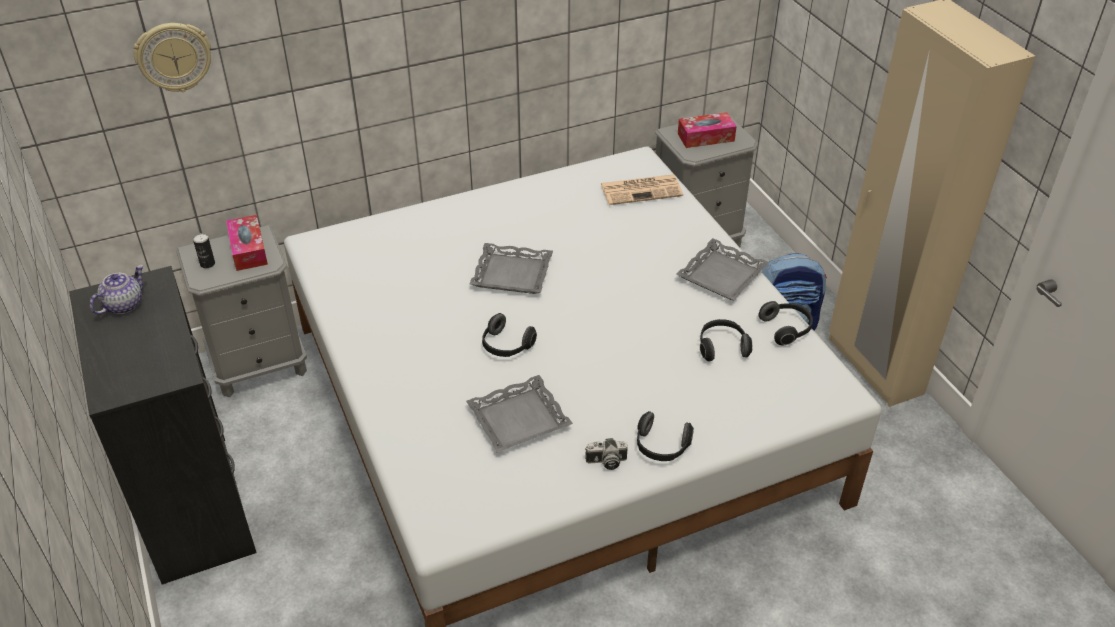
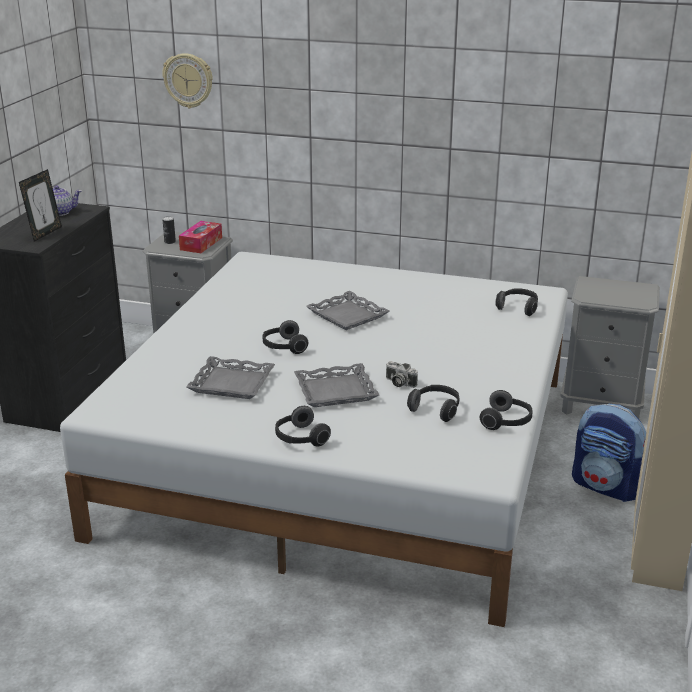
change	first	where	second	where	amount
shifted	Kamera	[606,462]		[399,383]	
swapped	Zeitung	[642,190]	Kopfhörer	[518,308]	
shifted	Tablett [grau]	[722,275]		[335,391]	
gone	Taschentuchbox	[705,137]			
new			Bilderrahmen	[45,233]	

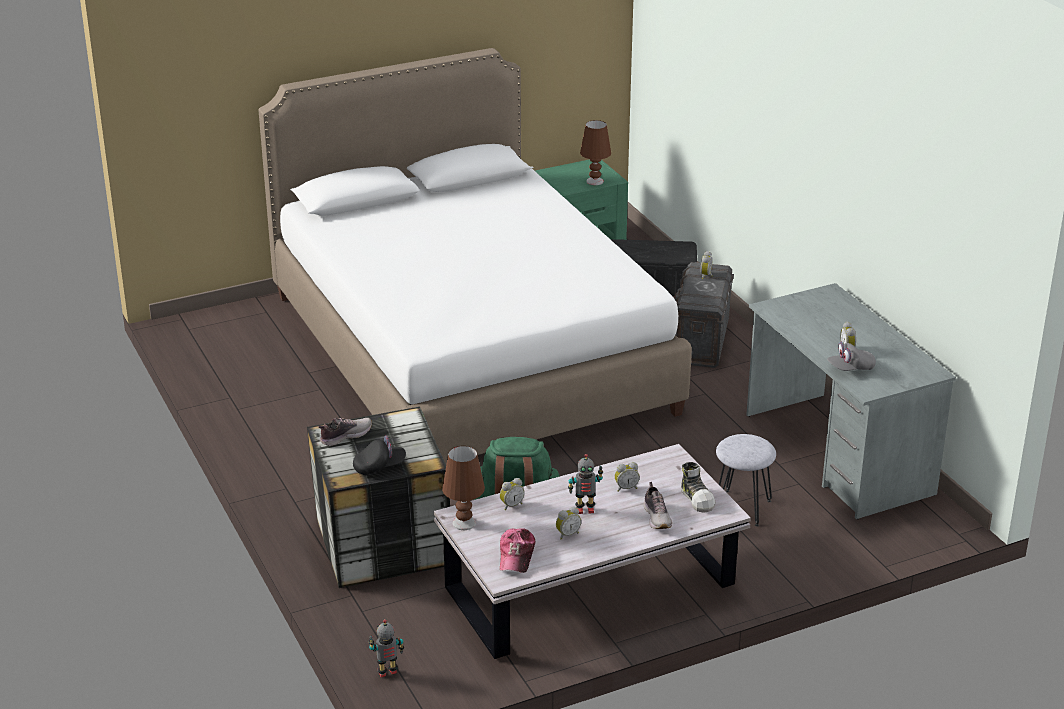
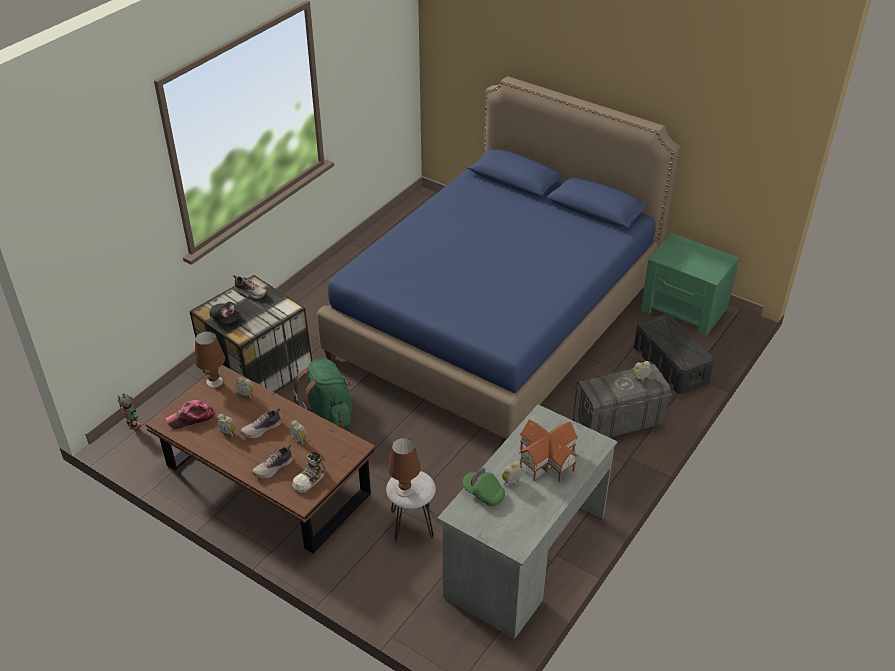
change	first	where	second	where	amount
repainted	Bett [weiß]	[469,353]	Bett [blau]	[497,318]	
repainted	Couchtisch [weiß]	[591,588]	Couchtisch [braun]	[267,481]	
swapped	Spielzeugroboter	[585,509]	Schuh	[262,429]	
shifted	Tischlampe [braun]	[595,181]		[405,490]	
repainted	Kappe [grau]	[850,368]	Kappe [grün]	[483,493]	
new			Spielzeughaus	[547,461]	

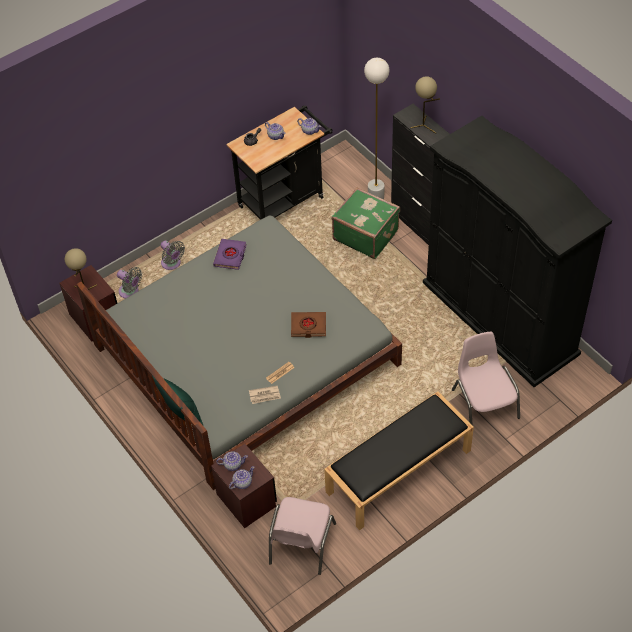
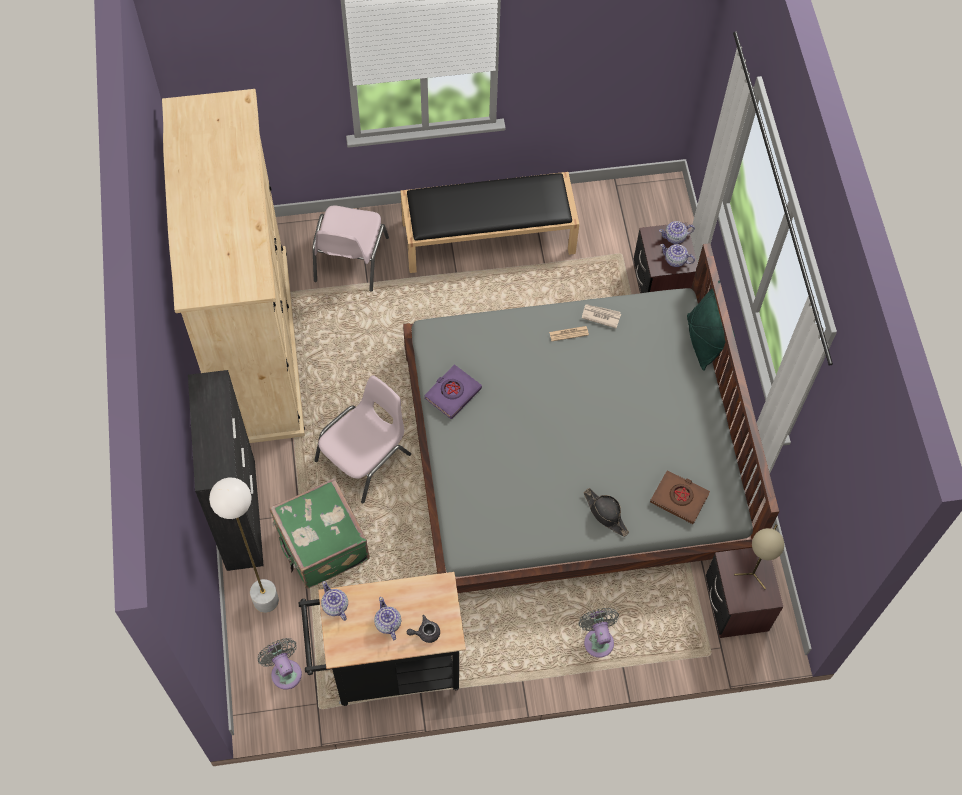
change	first	where	second	where	amount
shifted	Ventilator [grau]	[130,292]		[285,671]	
shifted	Buch [lila]	[230,256]		[452,393]	
shifted	Stuhl [rosa]	[301,544]		[365,457]	
shifted	Buch [braun]	[308,326]		[679,498]	
gone	Tischlampe [beige]	[425,126]			
repainted	Kleiderschrank [schwarz]	[500,318]	Kleiderschrank [beige]	[254,345]	
new			Hut [schwarz]	[606,514]	

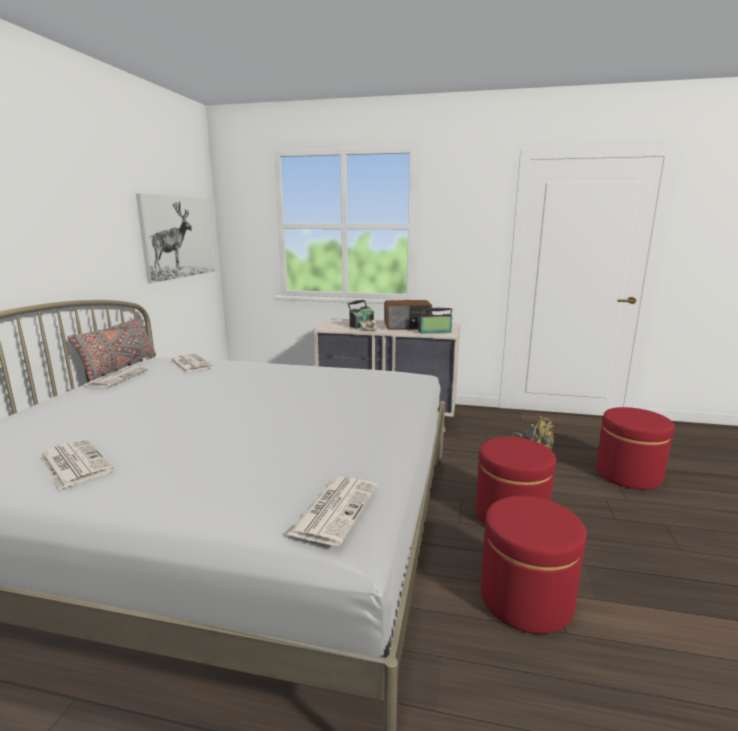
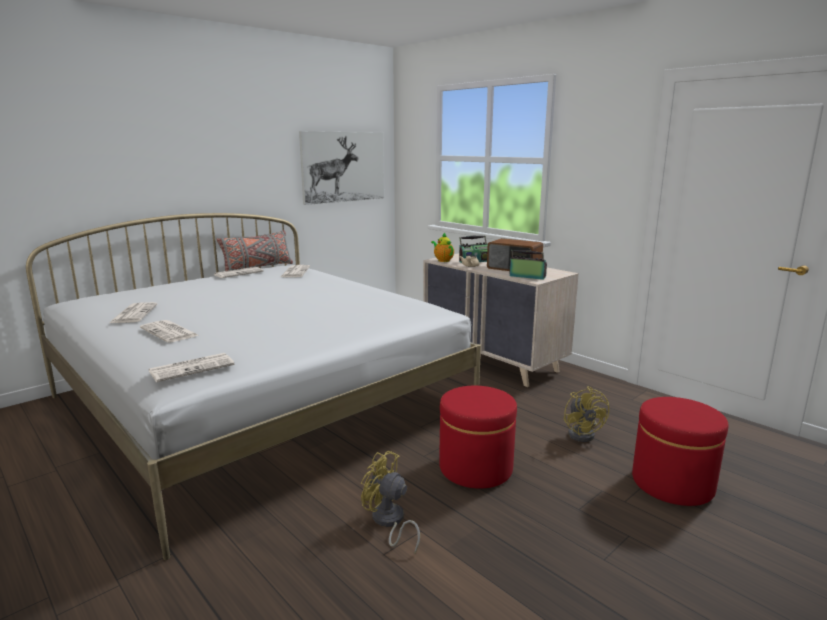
change	first	where	second	where	amount
swapped	Polsterhocker [rot]	[525,599]	Ventilator [gelb]	[389,522]	
new			Zeitung	[170,332]	
new			Teekanne	[443,260]	

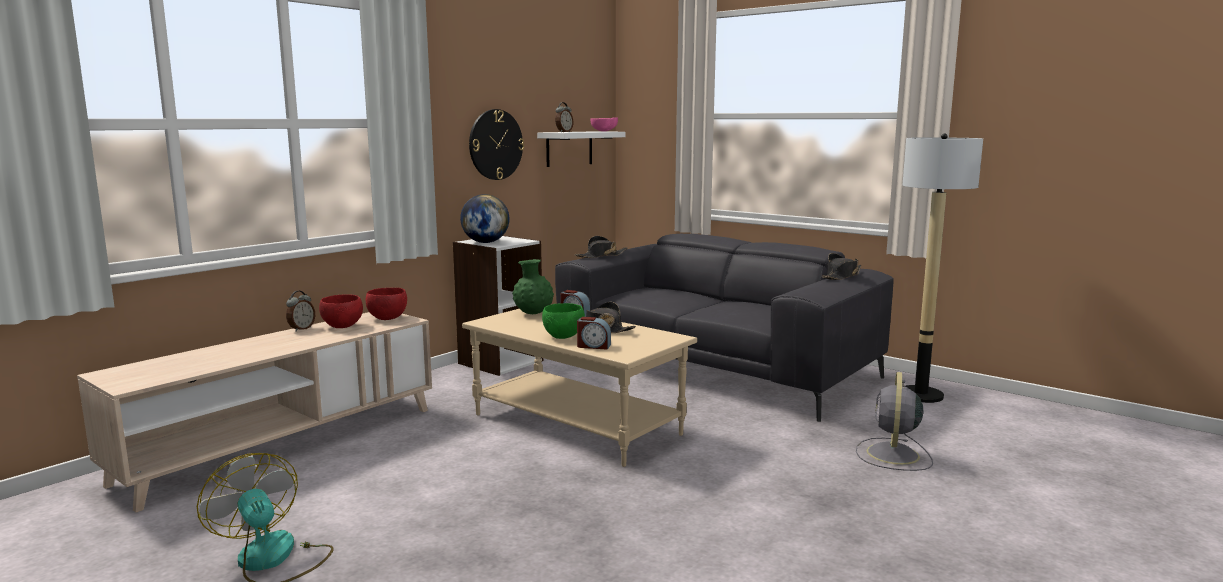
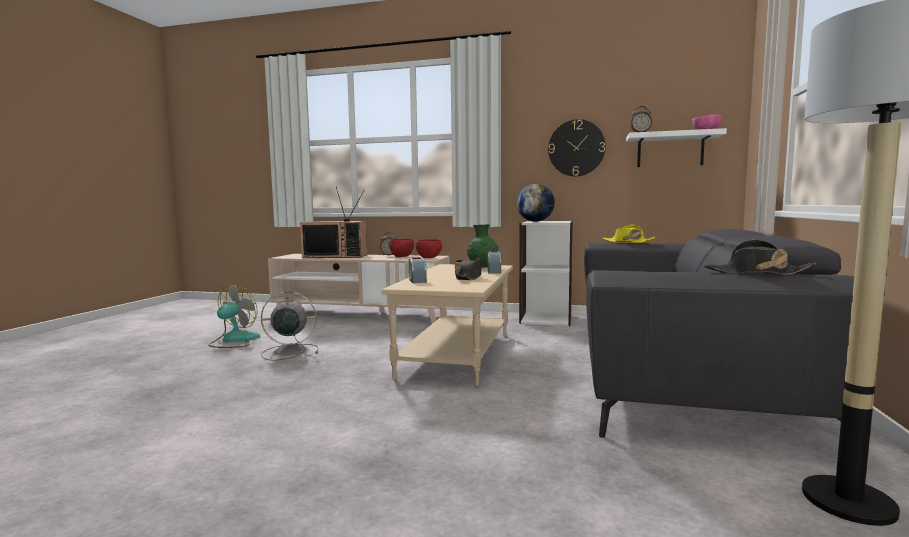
change	first	where	second	where	amount
gone	Schüssel [grün]	[564,337]			
repainted	Hut [schwarz]	[601,256]	Hut [gelb]	[628,242]	
shifted	Ventilator [grau]	[893,455]		[288,352]	
new			Fernseher	[336,256]	

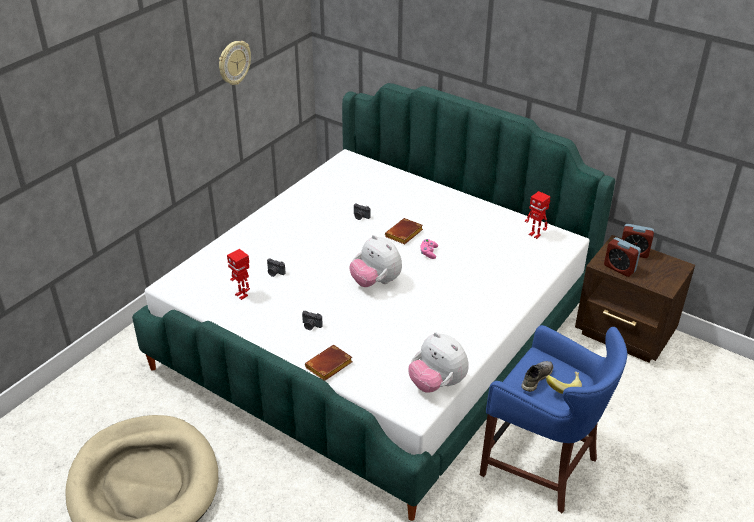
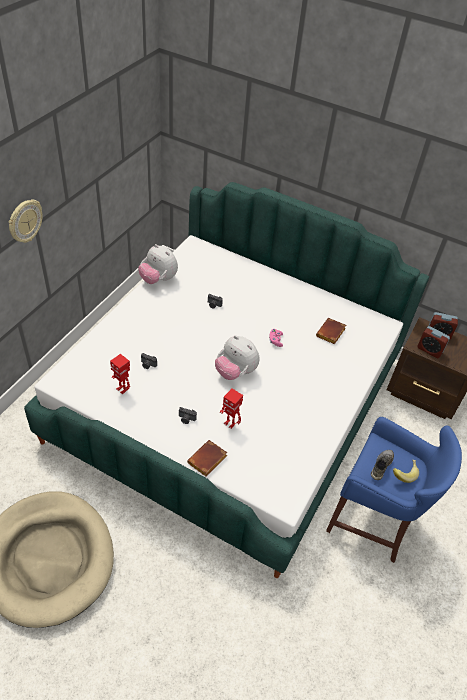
change	first	where	second	where	amount
shifted	Wanduhr	[234,63]		[25,221]	
shifted	Buch [braun]	[404,235]		[331,334]	
shifted	Plüschtier	[437,384]		[158,279]	
shifted	Spielzeugroboter	[535,235]		[230,423]	

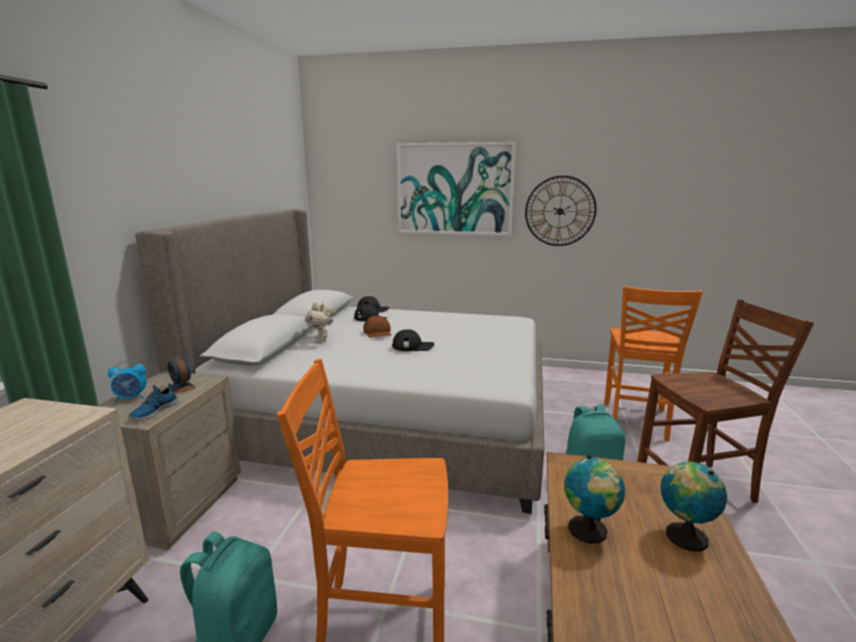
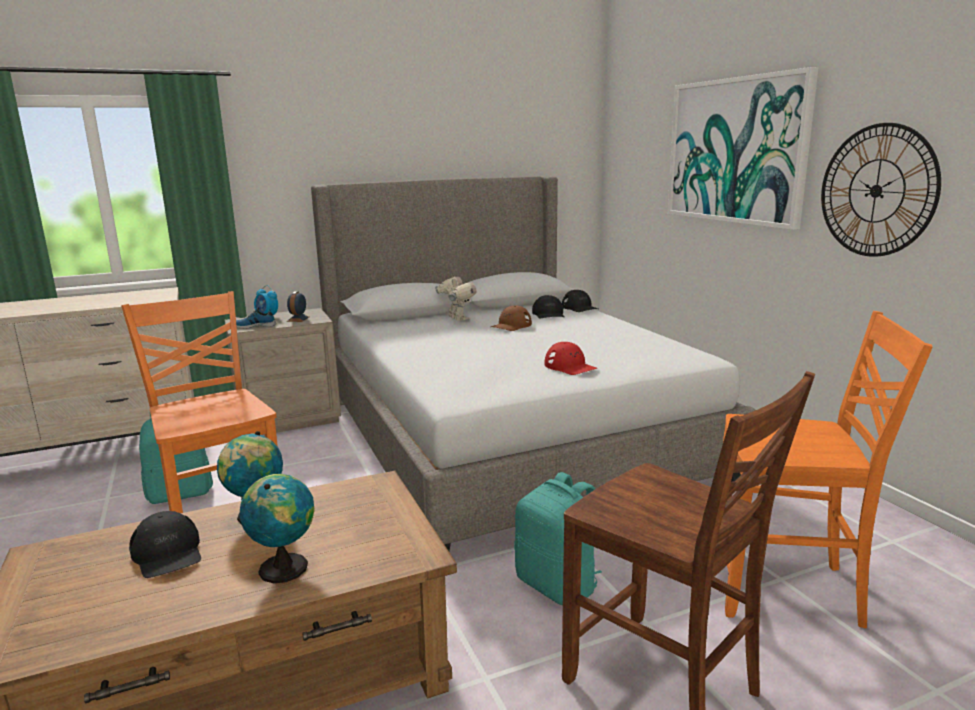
change	first	where	second	where	amount
rotated	Spielzeugroboter	[322,340]		[457,319]	105 degrees clockwise
shifted	Kappe [schwarz]	[413,346]		[168,553]	
rotated	Stuhl [orange]	[635,421]		[787,590]	150 degrees counterclockwise
new			Kappe [rot]	[570,366]	

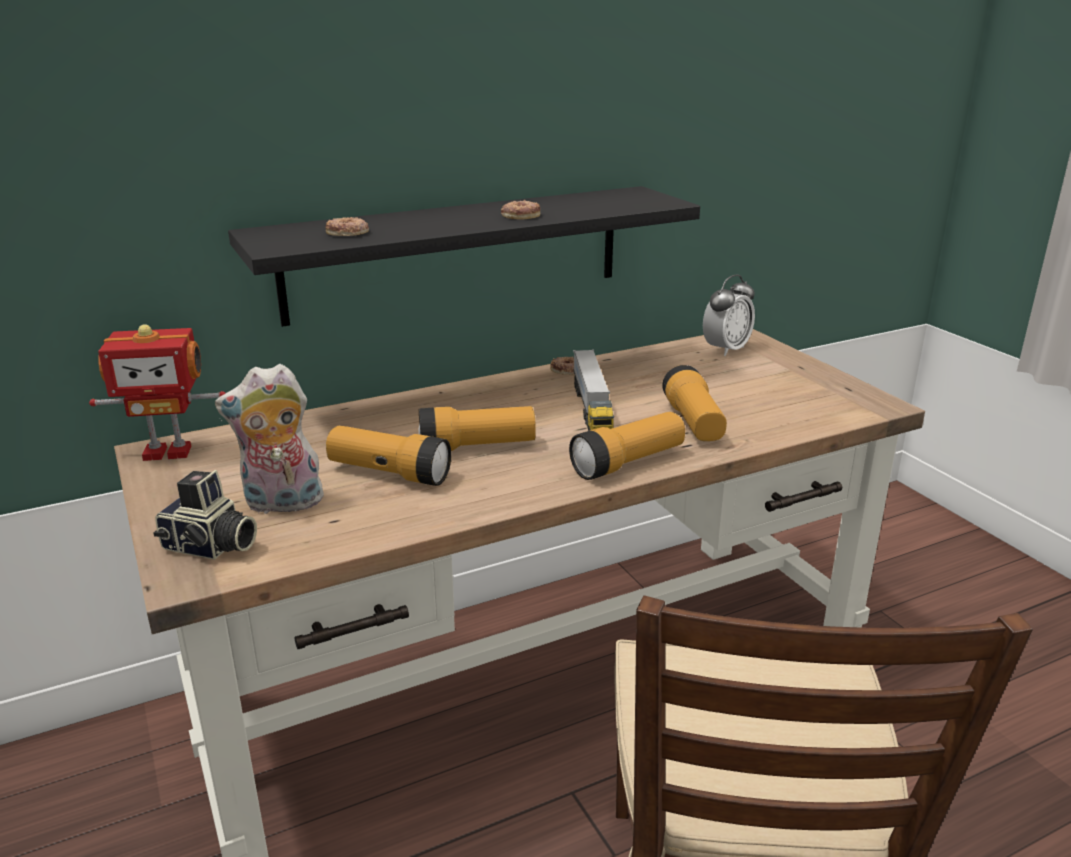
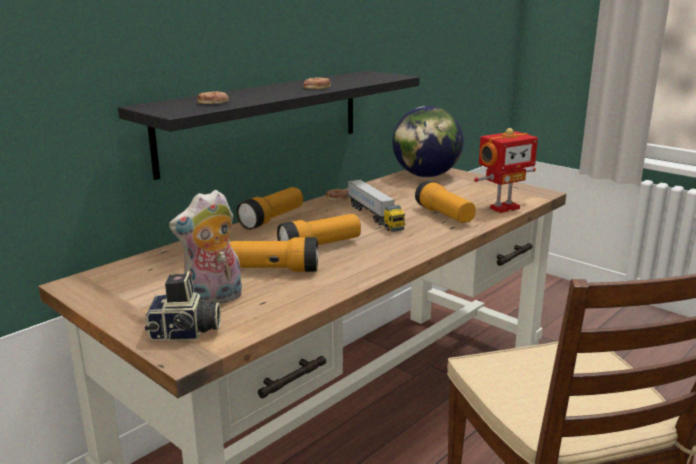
change	first	where	second	where	amount
shifted	Spielzeugroboter	[168,451]		[503,208]	
shifted	Taschenlampe	[628,463]		[272,219]	
swapped	Wecker	[726,349]	Globus	[426,175]	

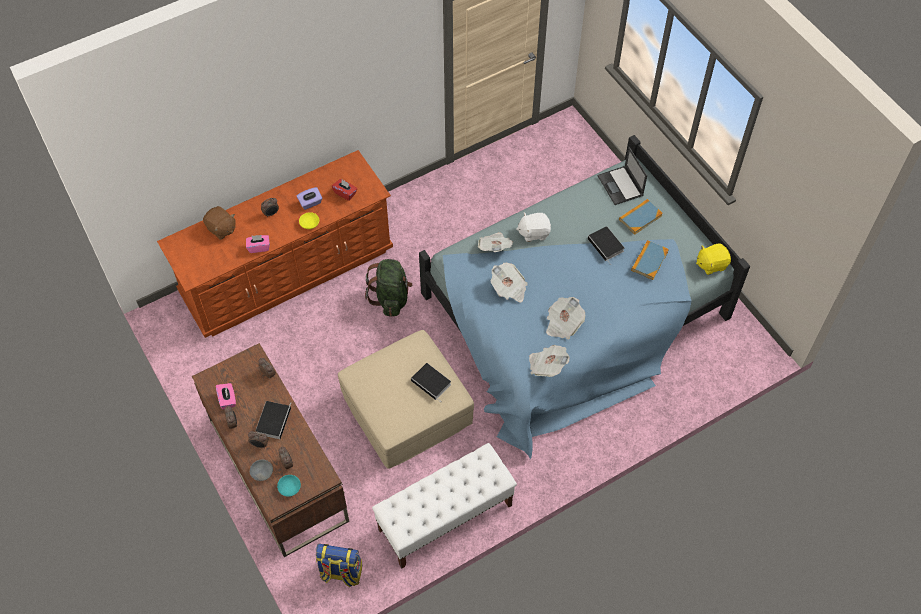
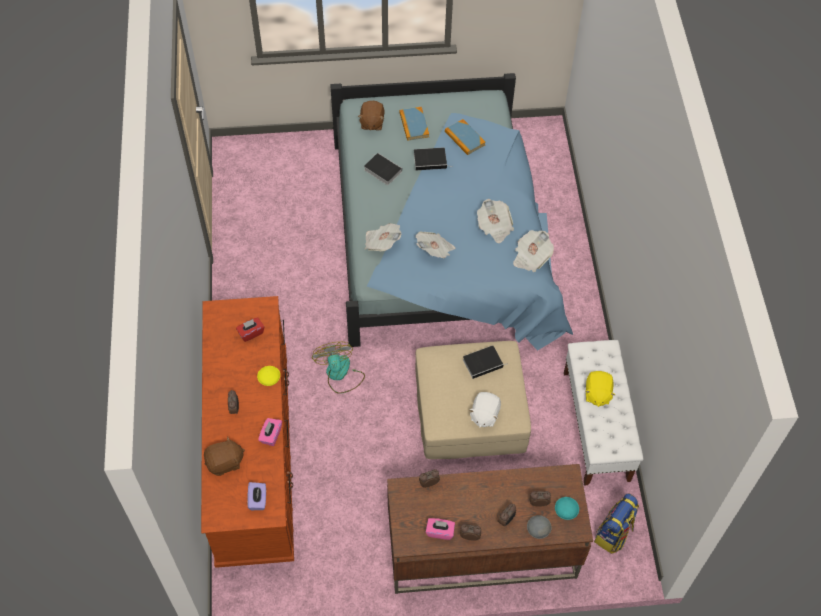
change	first	where	second	where	amount
shifted	Buch	[273,420]		[381,170]	
shifted	Taschentuchbox [lila]	[310,203]		[258,500]	
swapped	Rucksack [grün]	[391,298]	Ventilator	[340,374]	
shifted	Plüschtier [weiß]	[534,232]		[484,415]	
swapped	Laptop	[620,186]	Plüschtier [braun]	[371,123]	
shifted	Plüschtier [gelb]	[711,264]		[597,394]	

